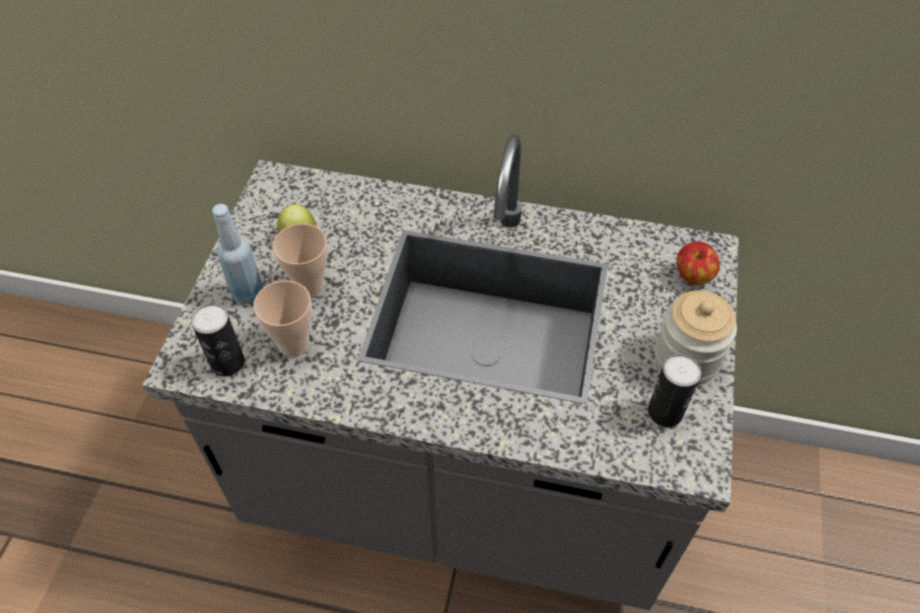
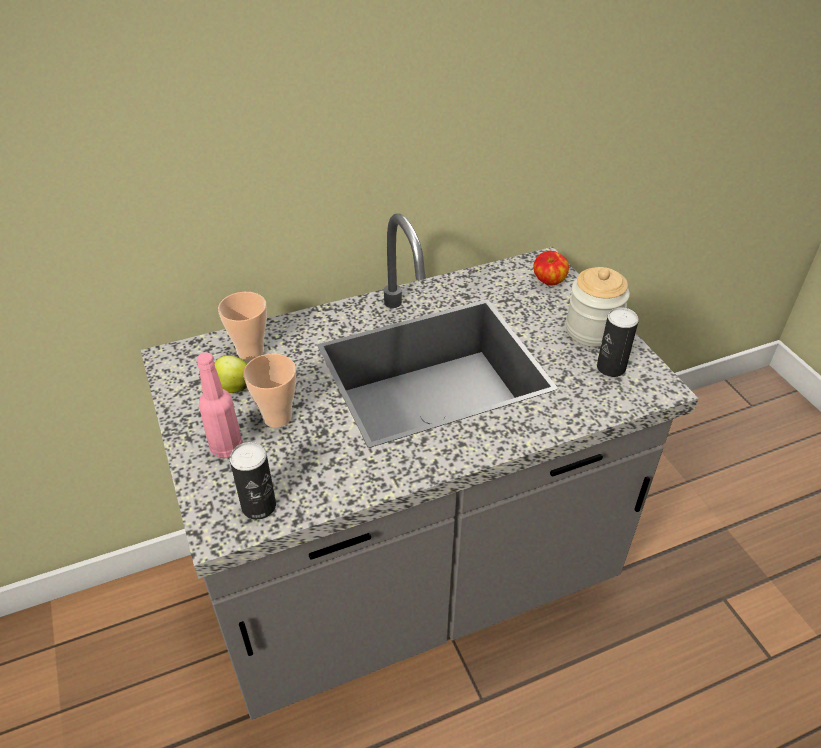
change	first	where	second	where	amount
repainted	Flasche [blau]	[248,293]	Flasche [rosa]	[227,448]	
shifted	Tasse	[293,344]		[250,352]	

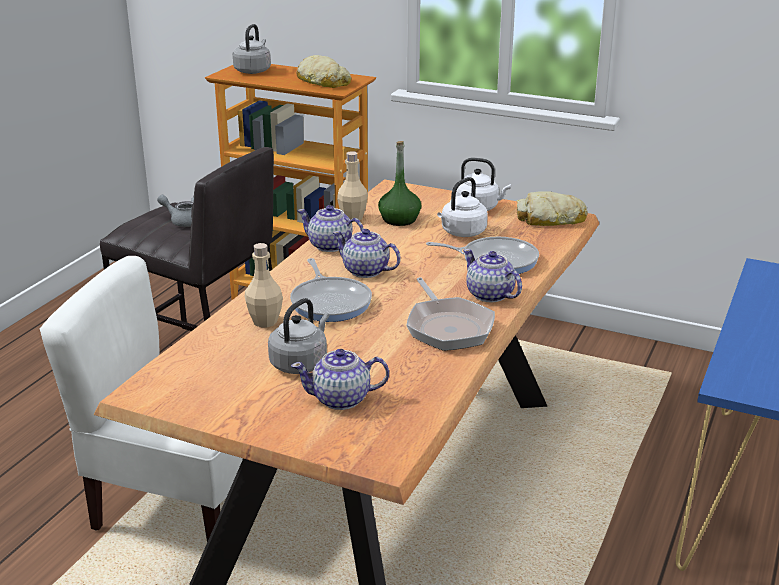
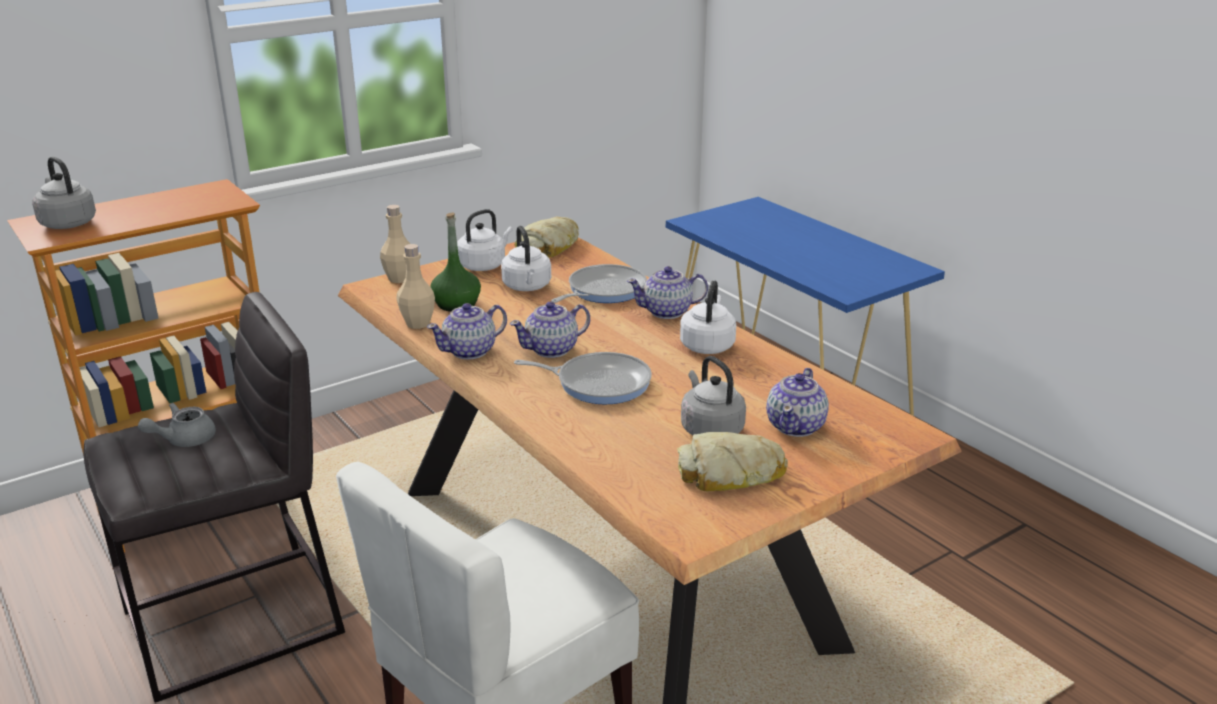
change	first	where	second	where	amount
shifted	Flasche [beige]	[265,322]		[399,279]	
shifted	Brot	[323,81]		[730,473]	
swapped	Pfanne	[448,327]	Wasserkessel [weiß]	[707,345]	

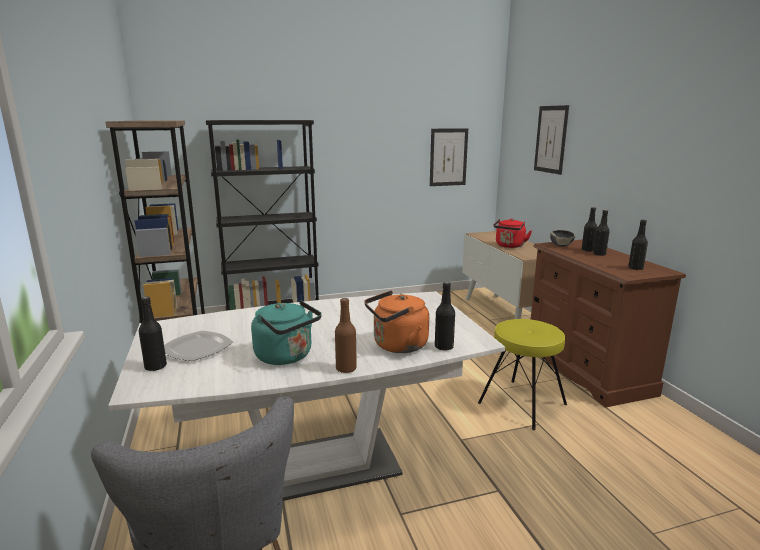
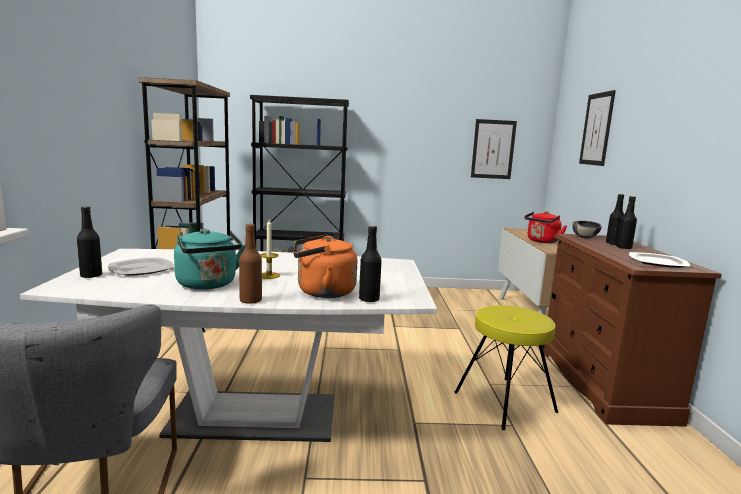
change	first	where	second	where	amount
swapped	Flasche [schwarz]	[635,268]	Teller	[657,262]	
new			Kerze	[269,275]	

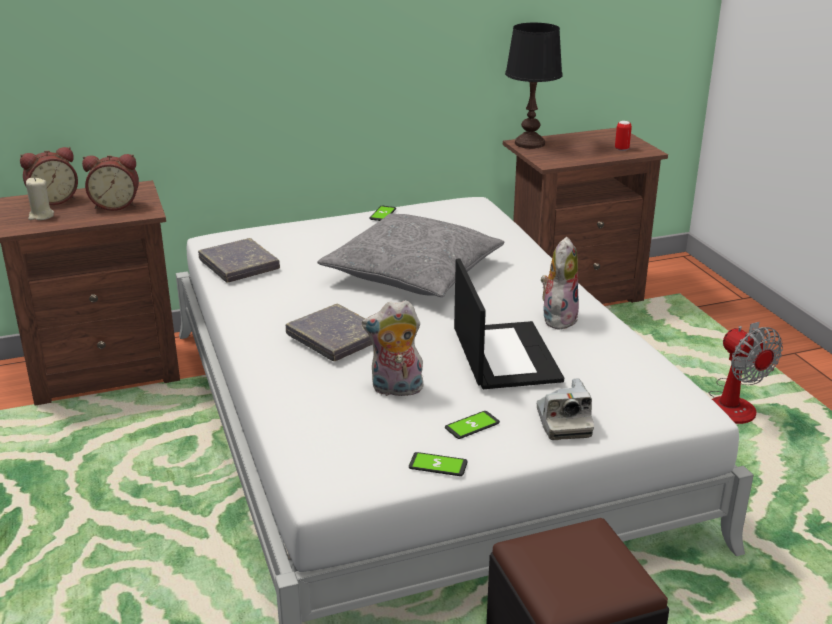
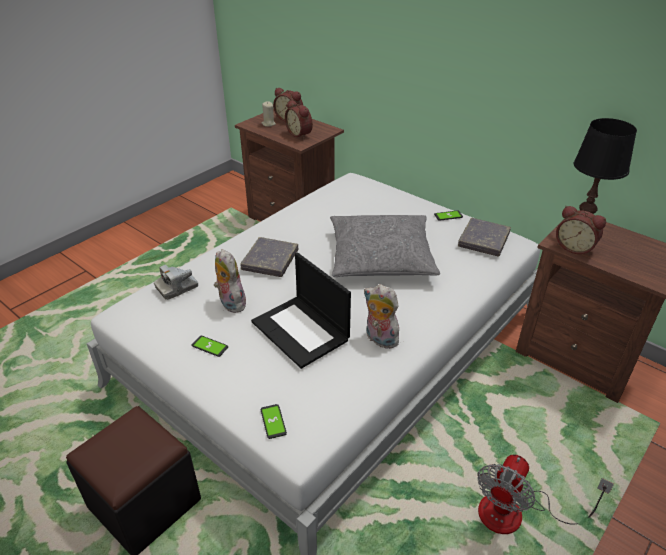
change	first	where	second	where	amount
shifted	Buch [grau]	[239,265]		[483,240]	
shifted	Handy	[438,465]		[273,421]	
rotated	Laptop	[504,355]		[301,331]	90 degrees clockwise
shifted	Kamera	[563,423]		[177,287]	
rotated	Plüschtier	[558,318]		[379,339]	135 degrees counterclockwise
gone	Dose	[621,149]			
new			Wecker	[575,247]	

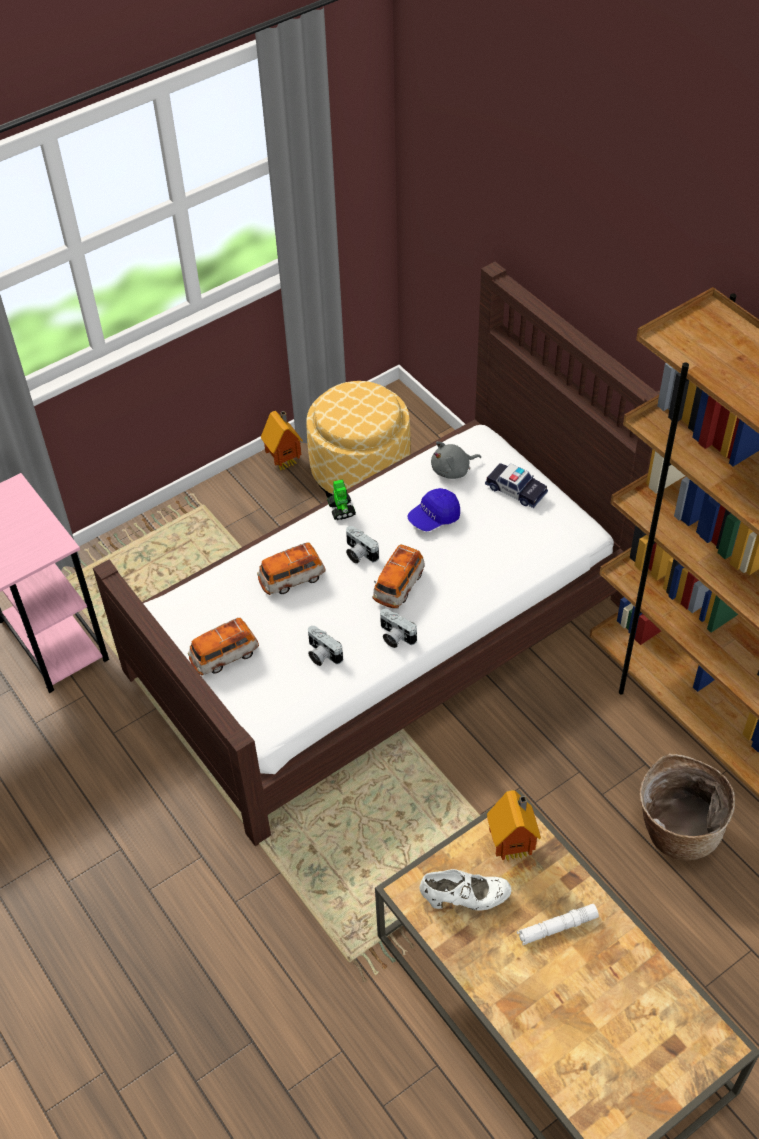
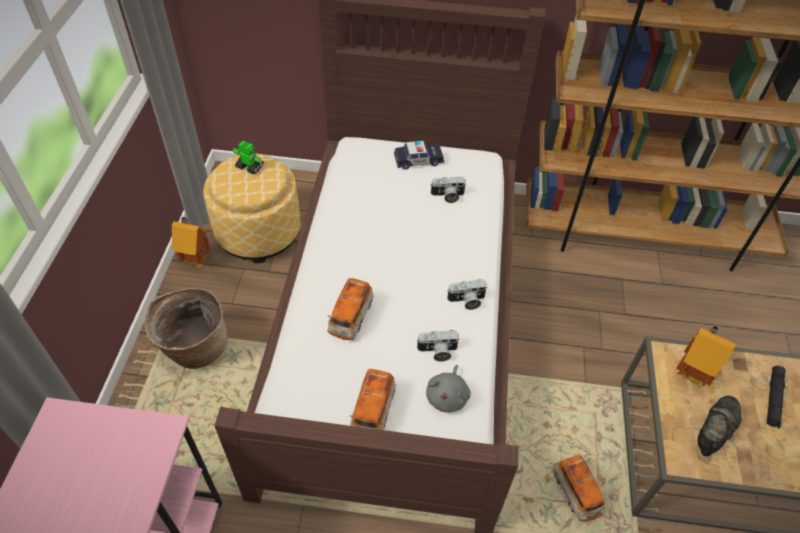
change	first	where	second	where	amount
shifted	Spielzeugroboter	[341,509]		[249,166]	
shifted	Kamera	[358,553]		[447,196]	
shifted	Spielzeugauto	[398,586]		[576,492]	
gone	Kappe [blau]	[434,518]			
repainted	Schuh [weiß]	[465,898]	Schuh [schwarz]	[713,432]	
shifted	Plüschtier [grau]	[453,470]		[447,396]	
repainted	Taschenlampe [weiß]	[557,927]	Taschenlampe [schwarz]	[773,399]	
shifted	Korb	[677,829]		[194,348]	

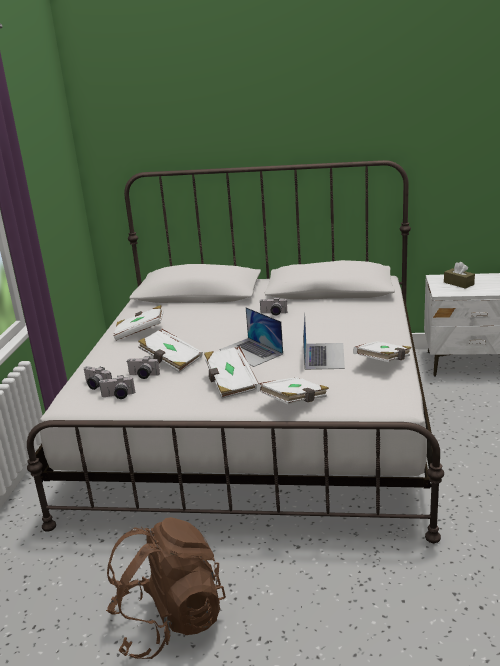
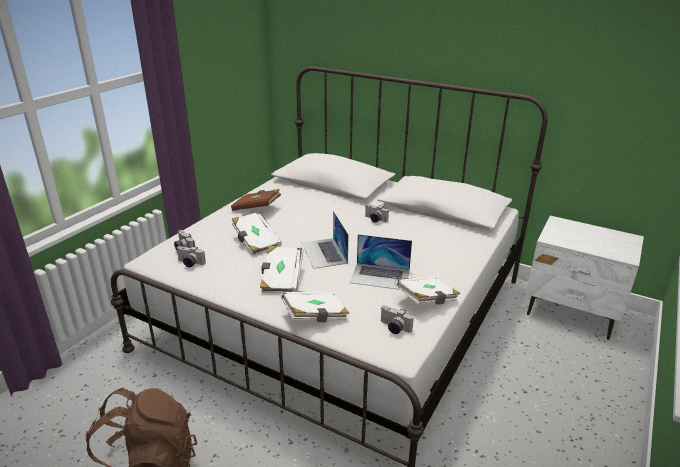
change	first	where	second	where	amount
repainted	Buch [weiß]	[140,332]	Buch [braun]	[257,208]	
shifted	Kamera	[143,376]		[393,328]	
rotated	Laptop	[324,356]		[380,276]	75 degrees clockwise
gone	Taschentuchbox [braun]	[458,283]			

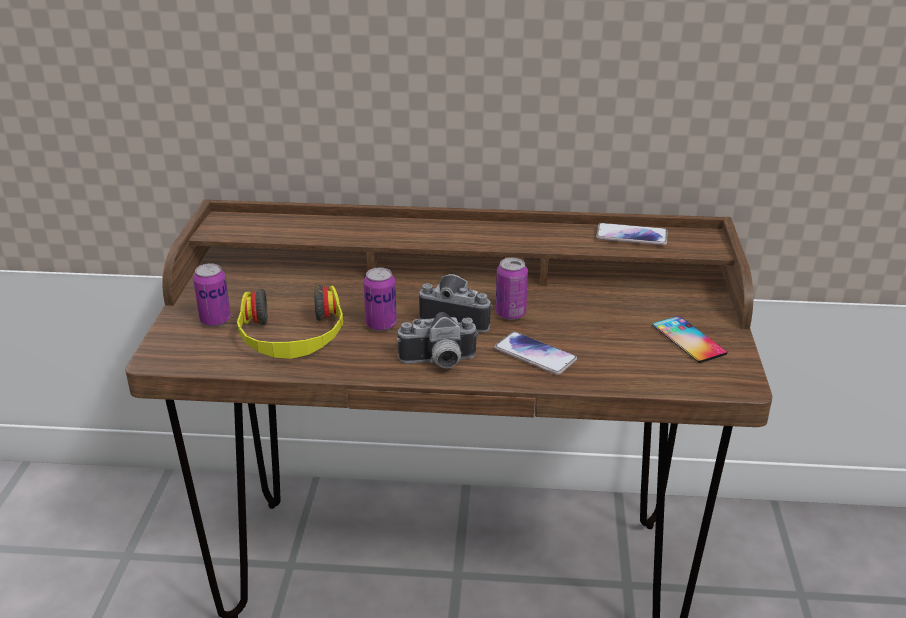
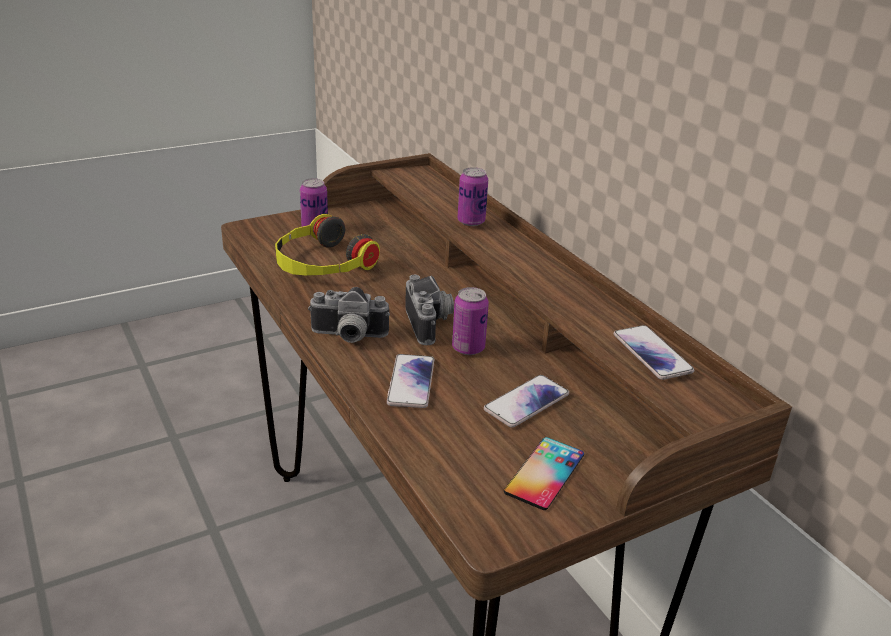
change	first	where	second	where	amount
shifted	Dose	[381,324]		[471,221]	
rotated	Kamera	[438,363]		[348,337]	45 degrees counterclockwise
new			Handy	[526,402]	

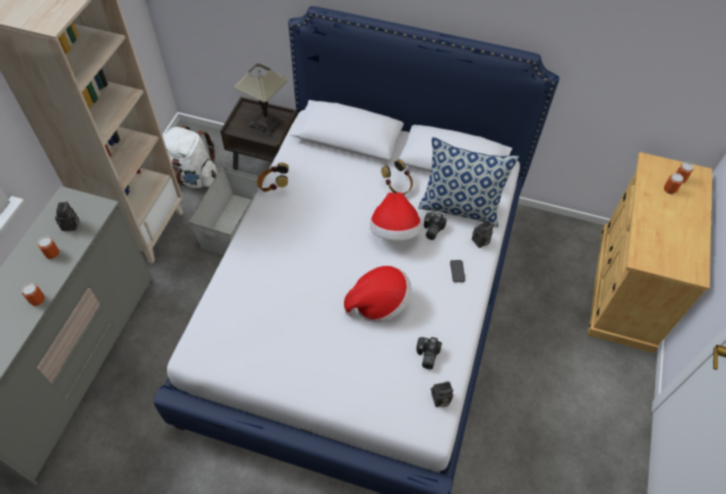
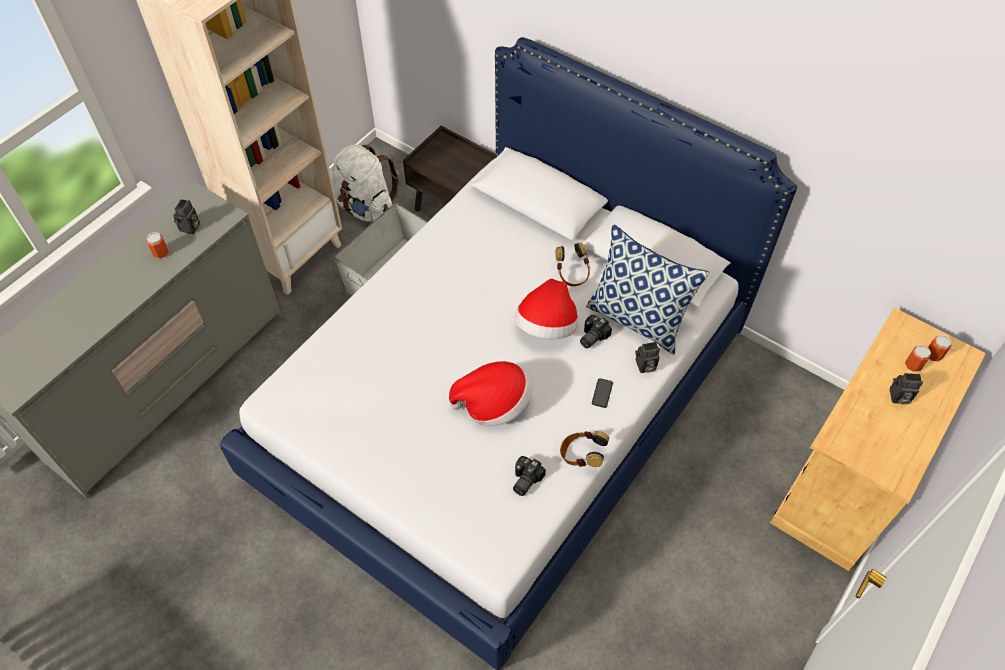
change	first	where	second	where	amount
gone	Dose	[37,300]			
gone	Tischlampe	[266,123]			
shifted	Kopfhörer	[273,186]		[581,456]	
shifted	Kamera	[440,400]		[898,397]	

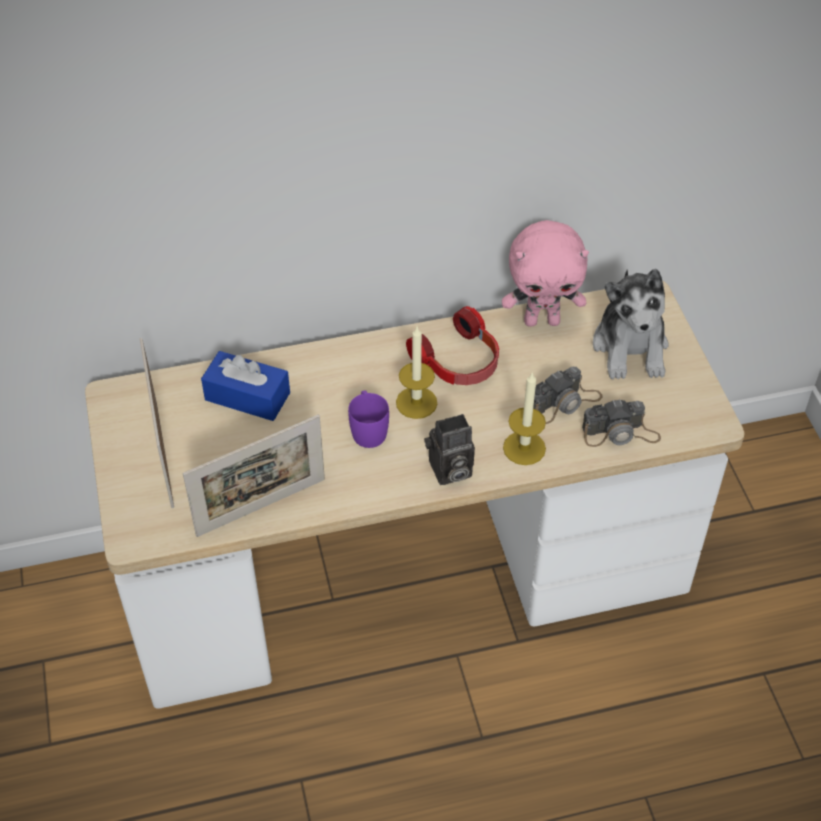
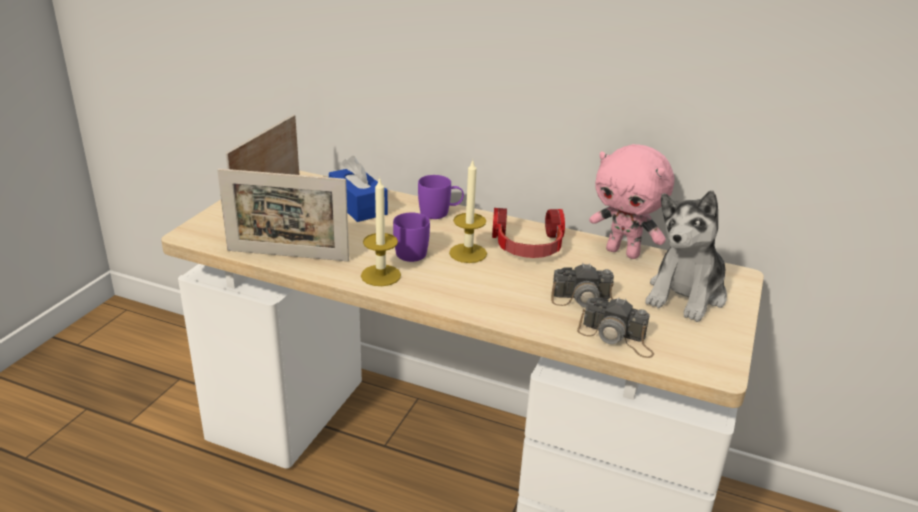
change	first	where	second	where	amount
gone	Kamera	[449,471]			
shifted	Kerze	[524,448]		[380,275]	
new			Henkelbecher [lila]	[440,212]	

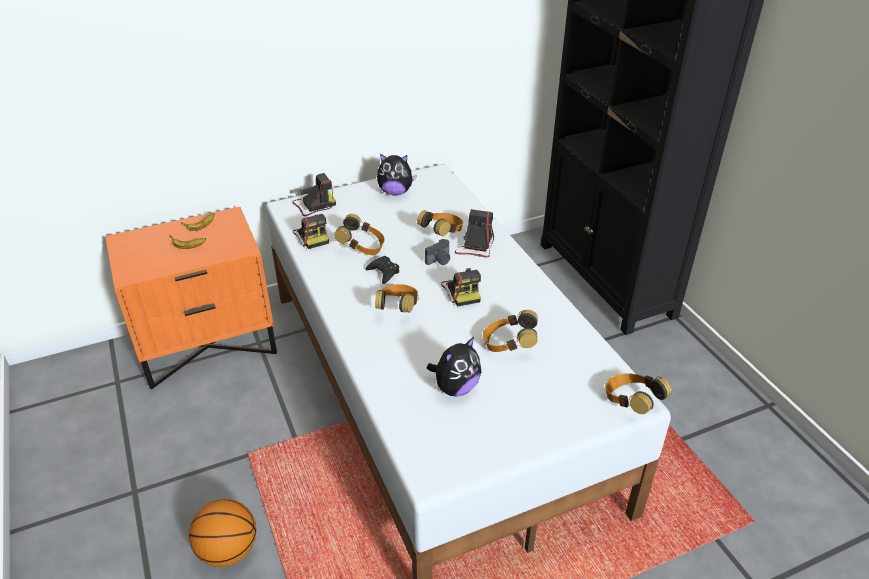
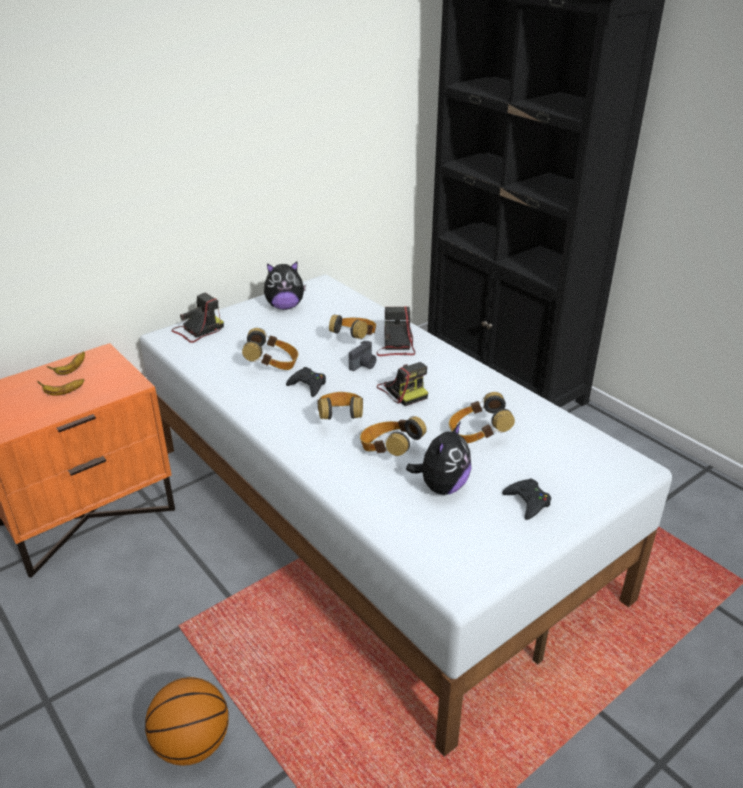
change	first	where	second	where	amount
gone	Kamera	[312,236]			
shifted	Kopfhörer	[631,403]		[389,451]	
new			Gamepad [schwarz]	[527,502]	

